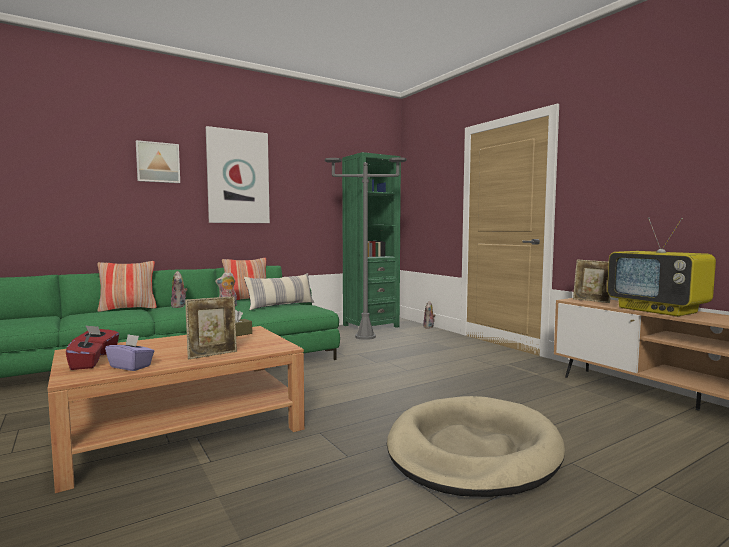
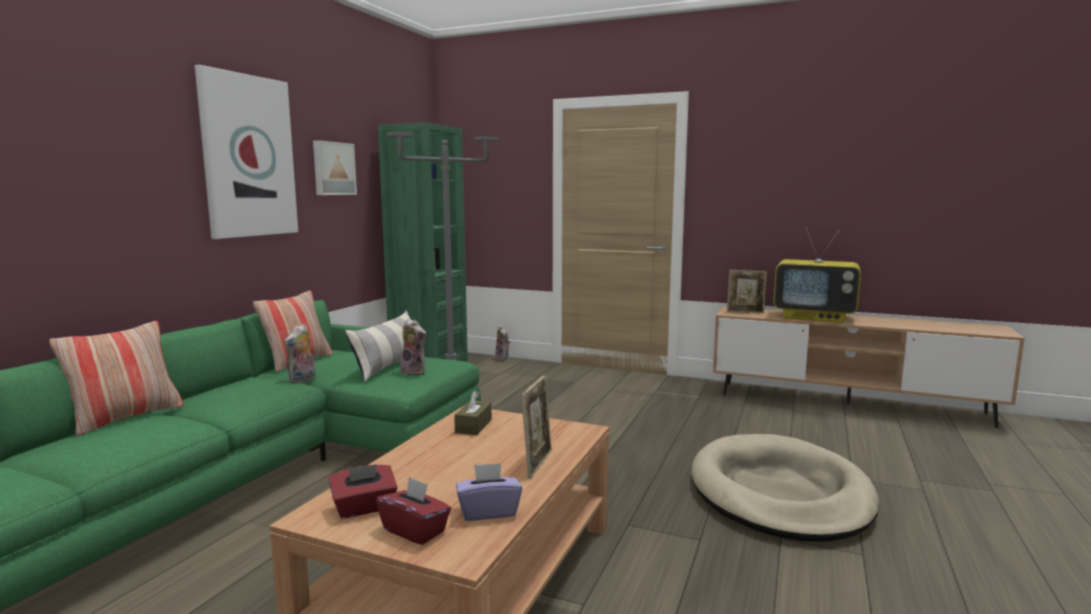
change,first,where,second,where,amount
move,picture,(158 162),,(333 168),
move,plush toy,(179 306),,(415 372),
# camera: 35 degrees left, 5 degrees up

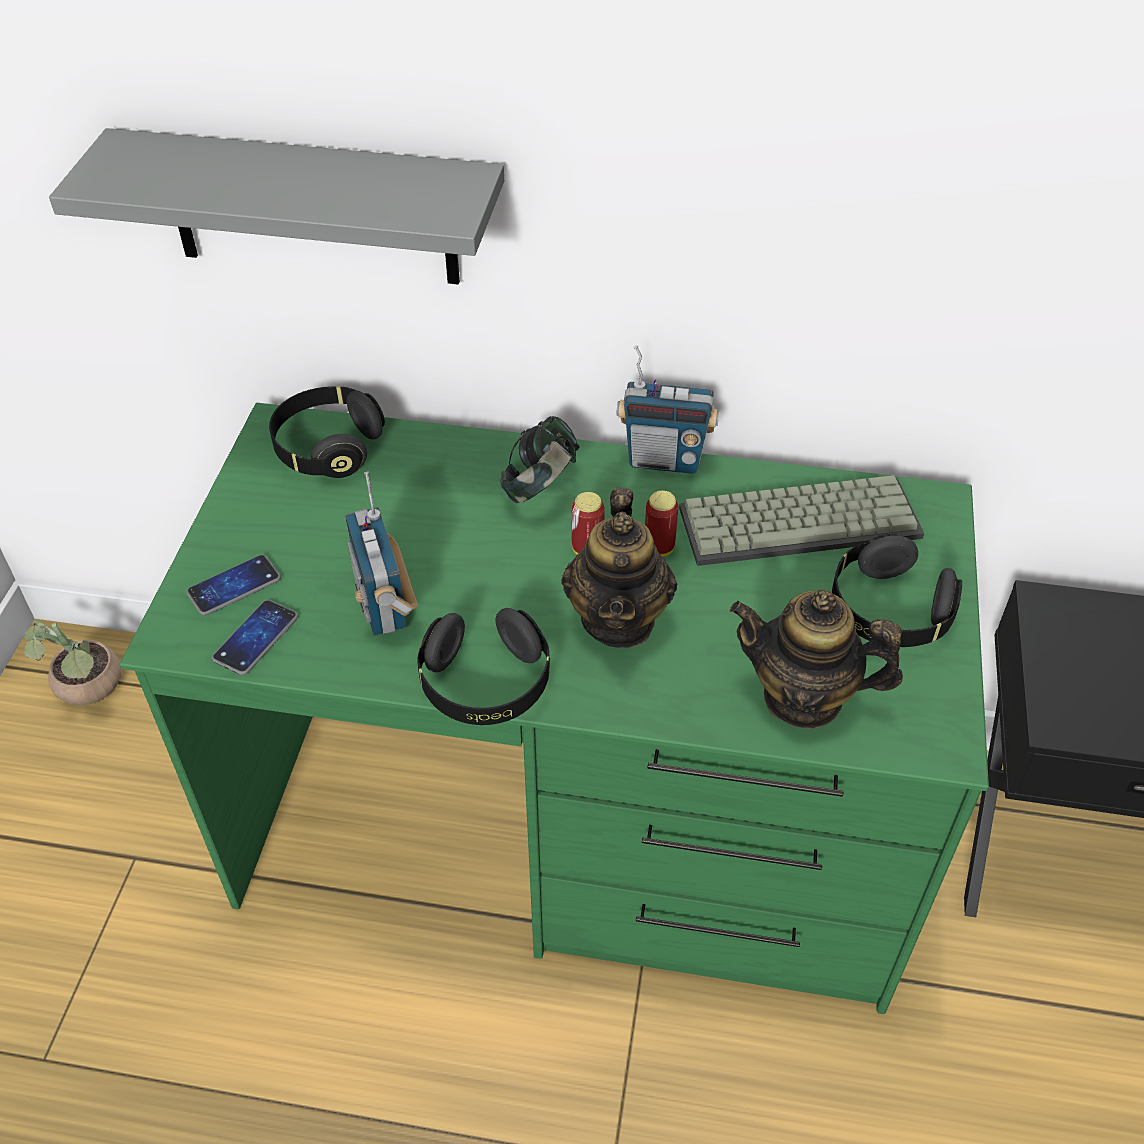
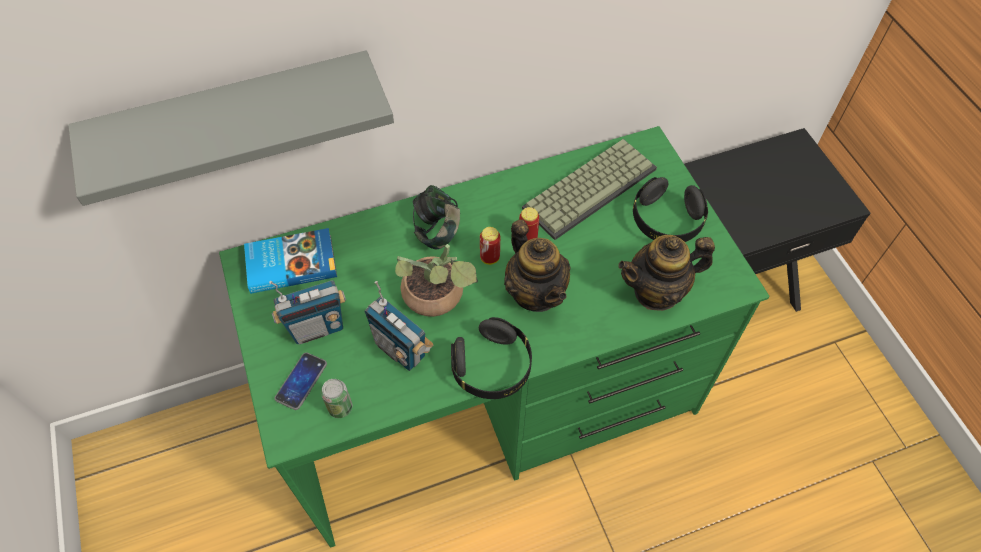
change,first,where,second,where,amount
replace,black-coloured headphones,(328 448),bound book,(291 263),
move,radio set,(664 460),,(317 328),
replace,phone,(256 638),sealed can,(340 407),
move,potted plant,(88 689),,(437 299),
# camera: 30 degrees left, 10 degrees up

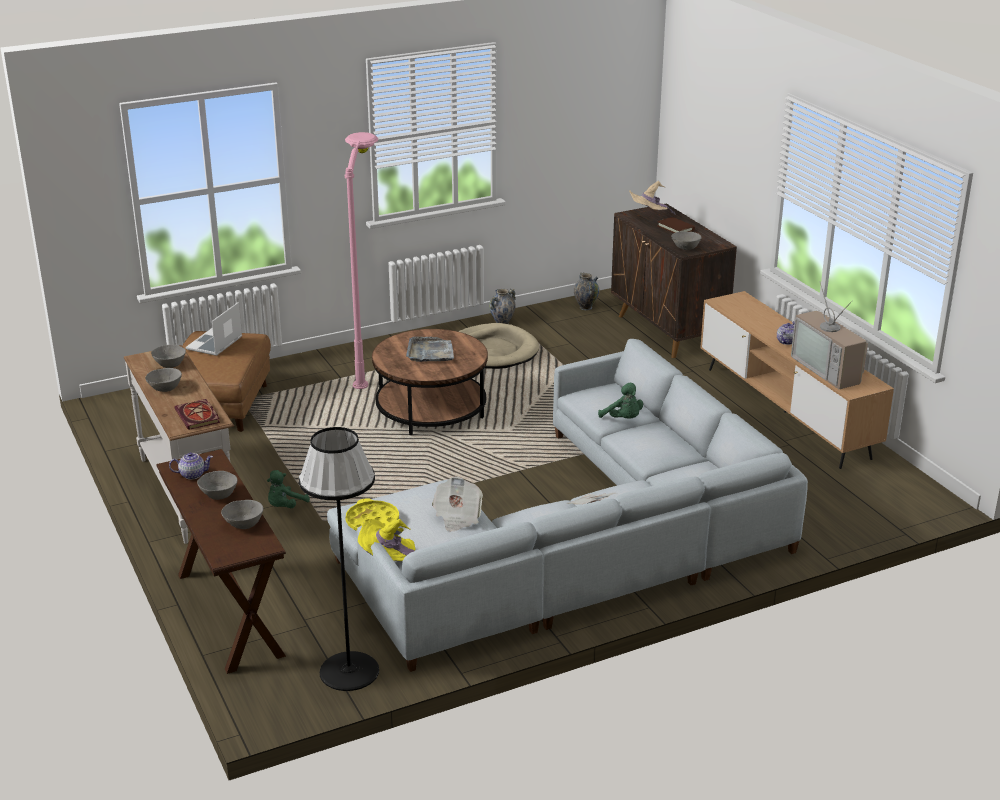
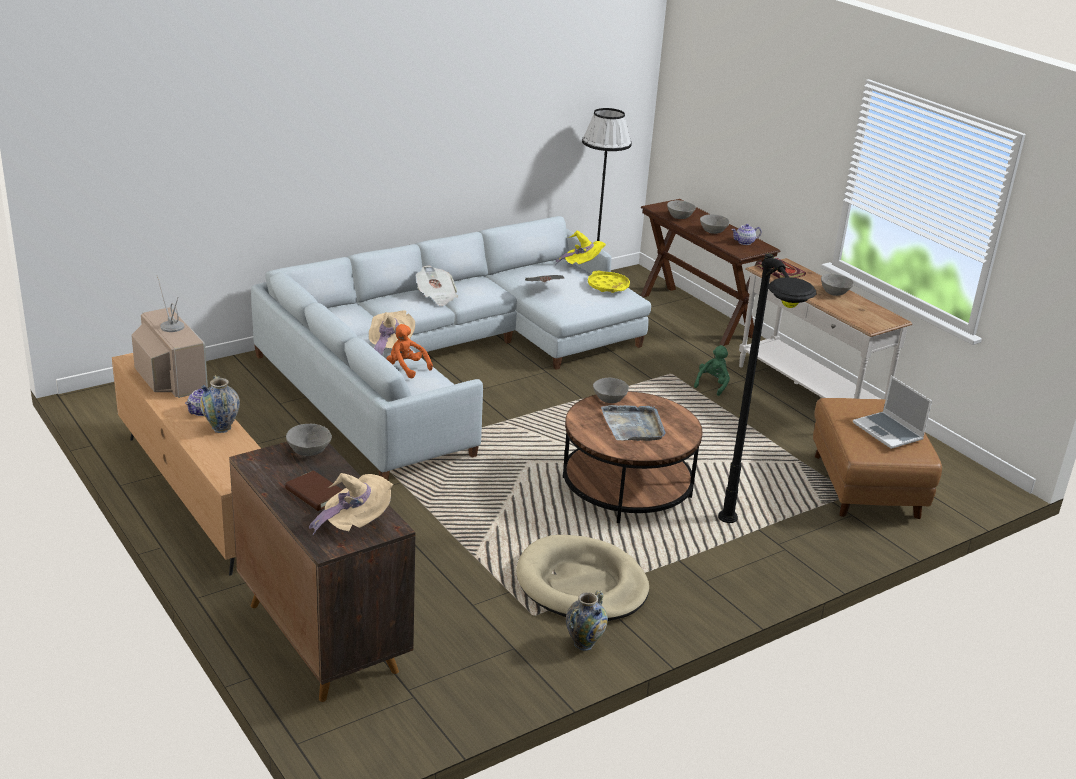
change,first,where,second,where,amount
move,flower vase,(585 307),,(221 428),
insert,,,beige-coloured clothing hat,(389 347),
recolor,green-coloured plush toy,(623 419),orange-coloured plush toy,(406 368),
move,greyish deep dish,(170 364),,(609 399),
recolor,pink standing lamp,(369 363),black-coloured standing lamp,(739 555),
rotate,notebook computer,(215 344),,(889 432),135 degrees clockwise
# camera: 170 degrees right, 0 degrees up

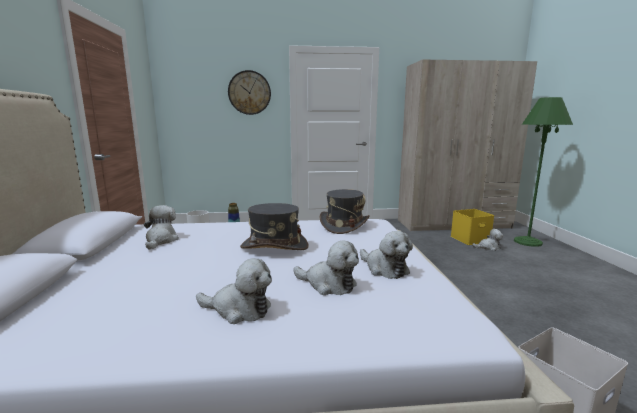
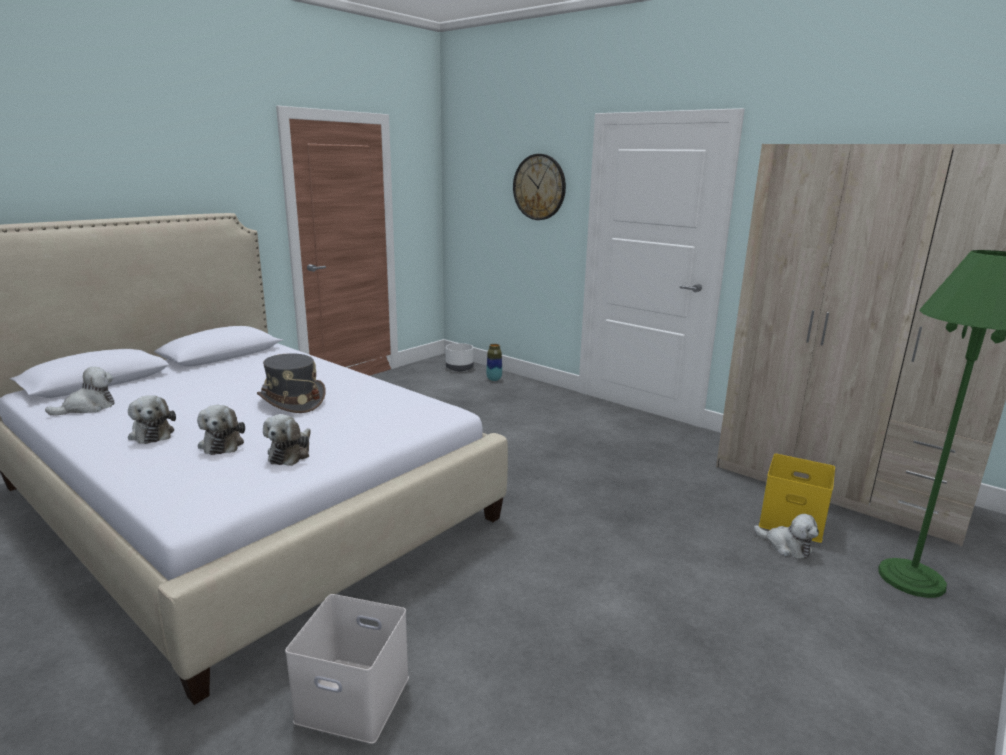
change,first,where,second,where,amount
move,plush toy,(161 240),,(88 408),
delete,greyish clothing hat,(344 225),,,
# camera: 45 degrees right, 5 degrees up

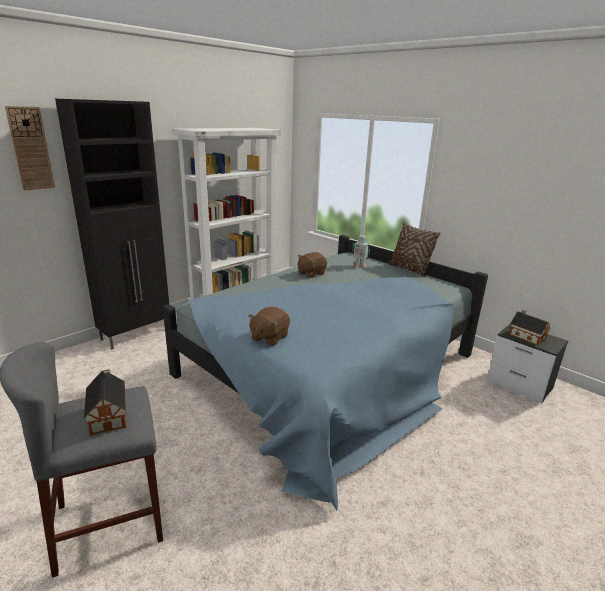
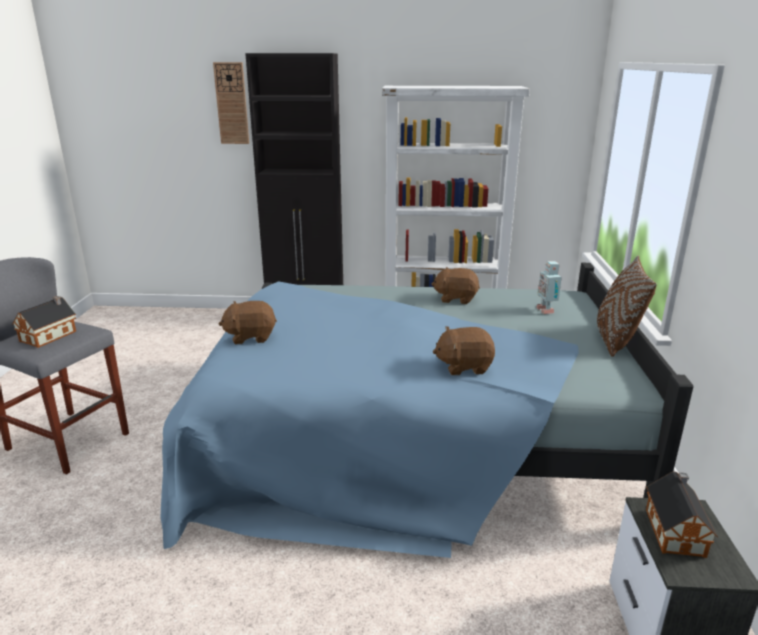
change,first,where,second,where,amount
insert,,,brown-coloured plush toy,(464 366),
# camera: 50 degrees right, 0 degrees up

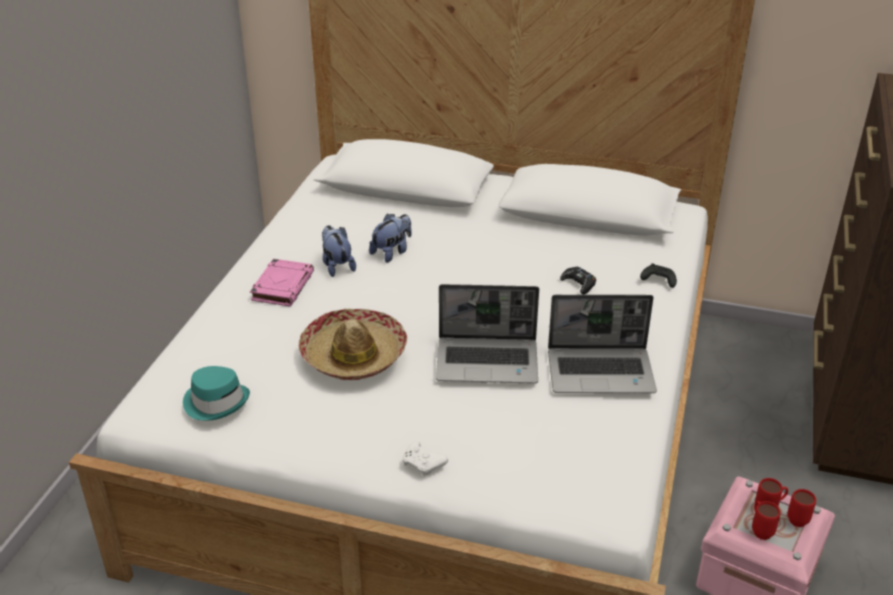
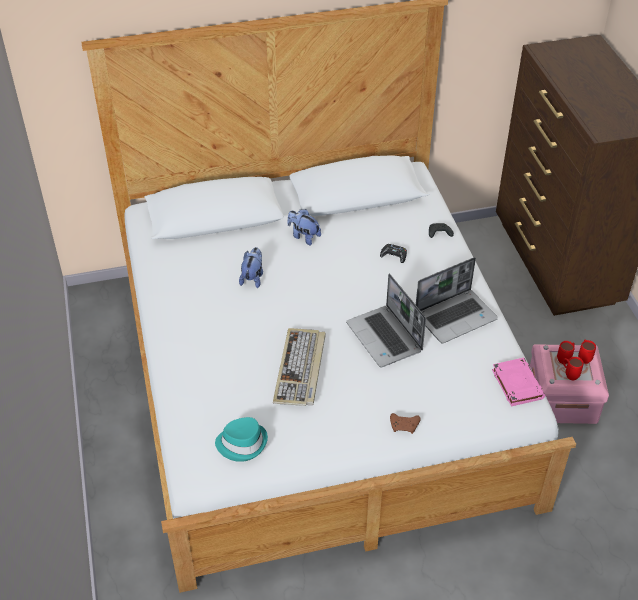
change,first,where,second,where,amount
replace,clothing hat,(354 355),keyboard,(300 369),
move,plush toy,(337 266),,(303 236),
rotate,notebook computer,(488 361),,(385 338),90 degrees clockwise
recolor,white joypad,(424 464),brown-coloured joypad,(404 426),
move,pink bound book,(282 286),,(516 384),
# camera: 30 degrees left, 10 degrees up

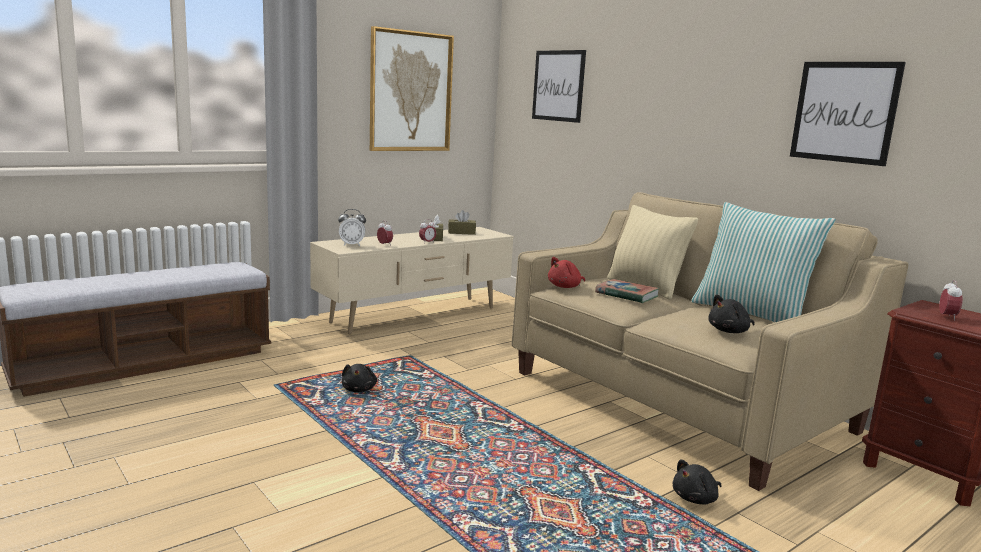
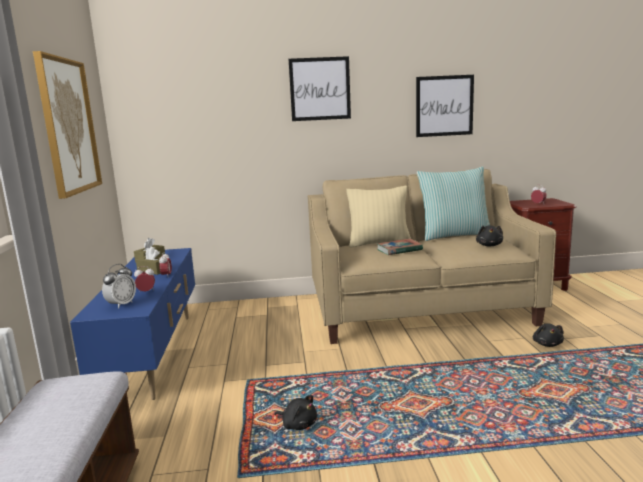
change,first,where,second,where,amount
recolor,beige-coloured media console,(416 315),blue media console,(155 354),
move,picture,(558 86),,(320 89),
delete,reddish plush toy,(565 287),,,
# camera: 55 degrees left, 0 degrees up

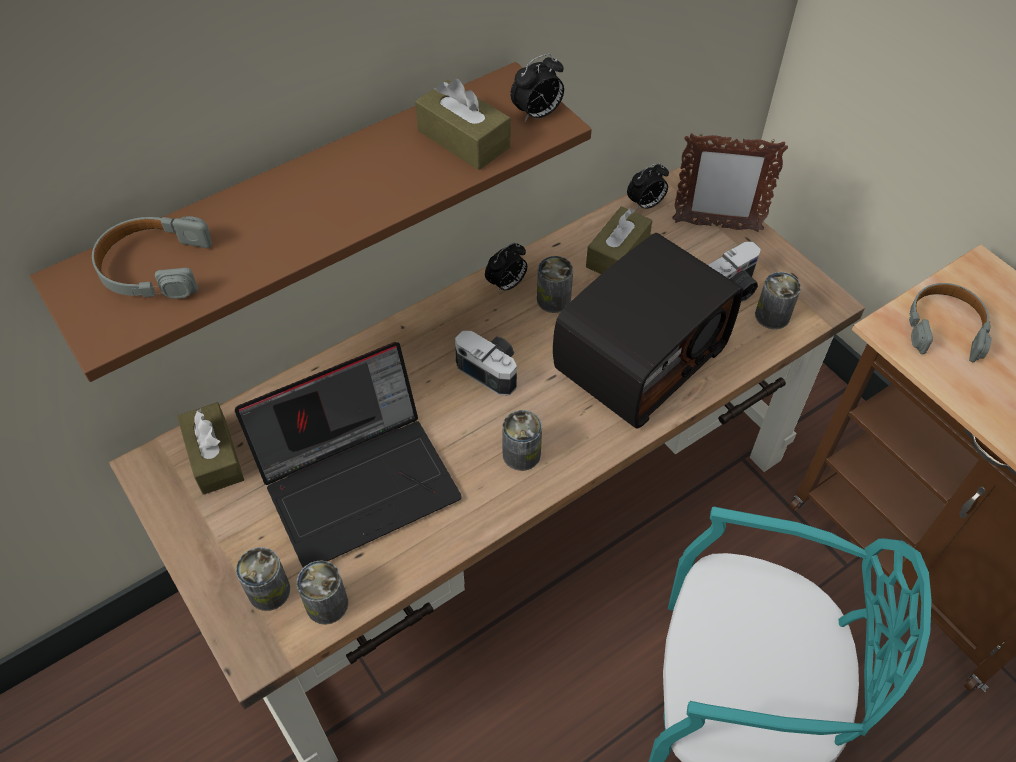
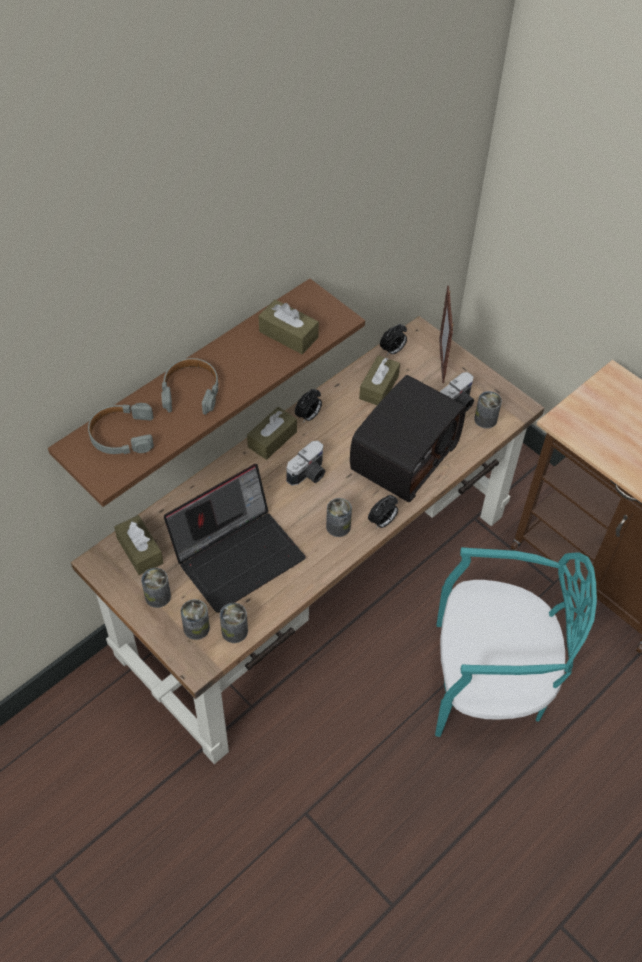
change,first,where,second,where,amount
move,sealed can,(553 299),,(158 596),
move,greyish headphones,(944 328),,(191 391),
insert,,,brown-coloured tissue box,(272 439),
rotate,still camera,(491 369),,(309 474),105 degrees clockwise
move,alarm clock,(537 114),,(382 522),
rotate,standing frame,(716 226),,(441 361),90 degrees clockwise
# camera: 10 degrees left, 0 degrees up

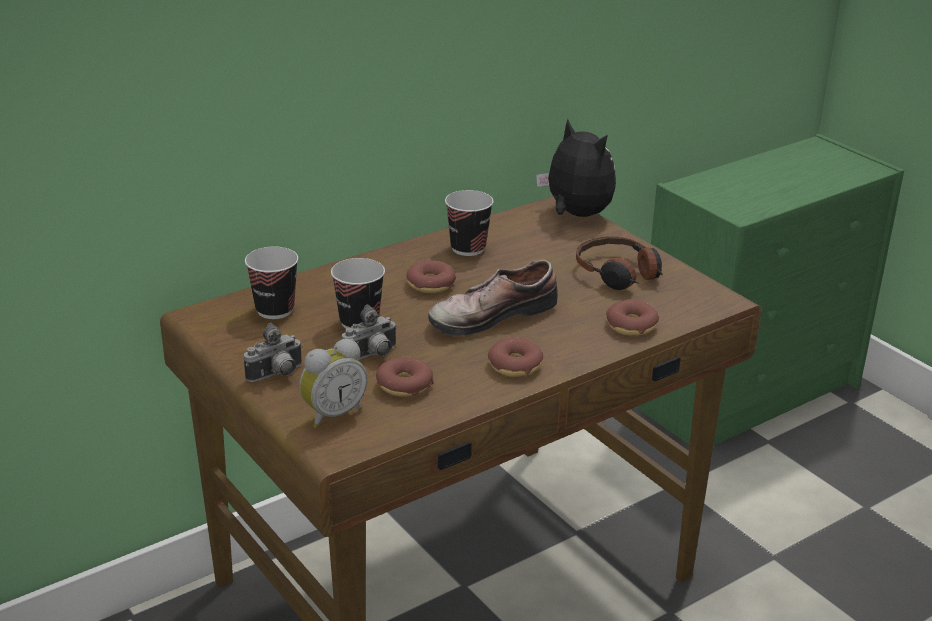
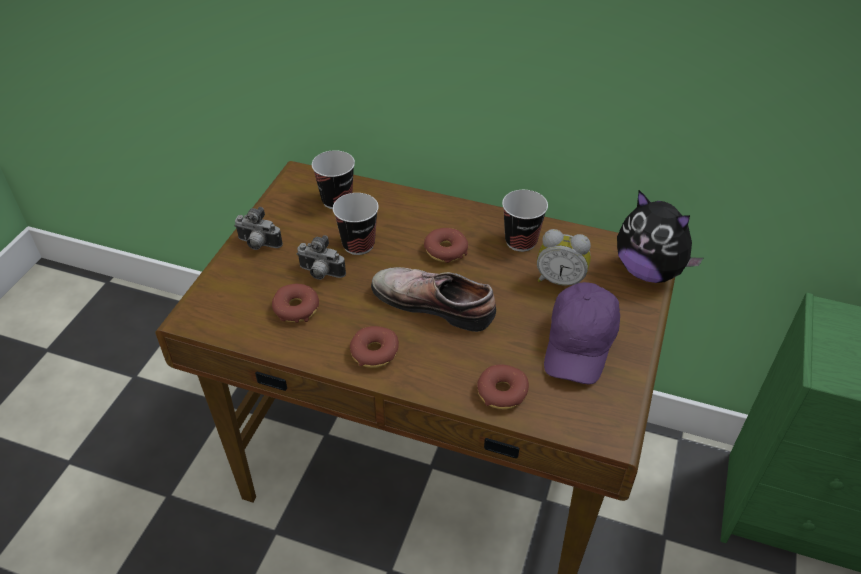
change,first,where,second,where,amount
move,alarm clock,(332 414),,(560 280),
replace,headphones,(618 273),purple peaked cap,(580 344),
rotate,plush toy,(576 214),,(649 271),120 degrees clockwise
# camera: 55 degrees right, 15 degrees up

